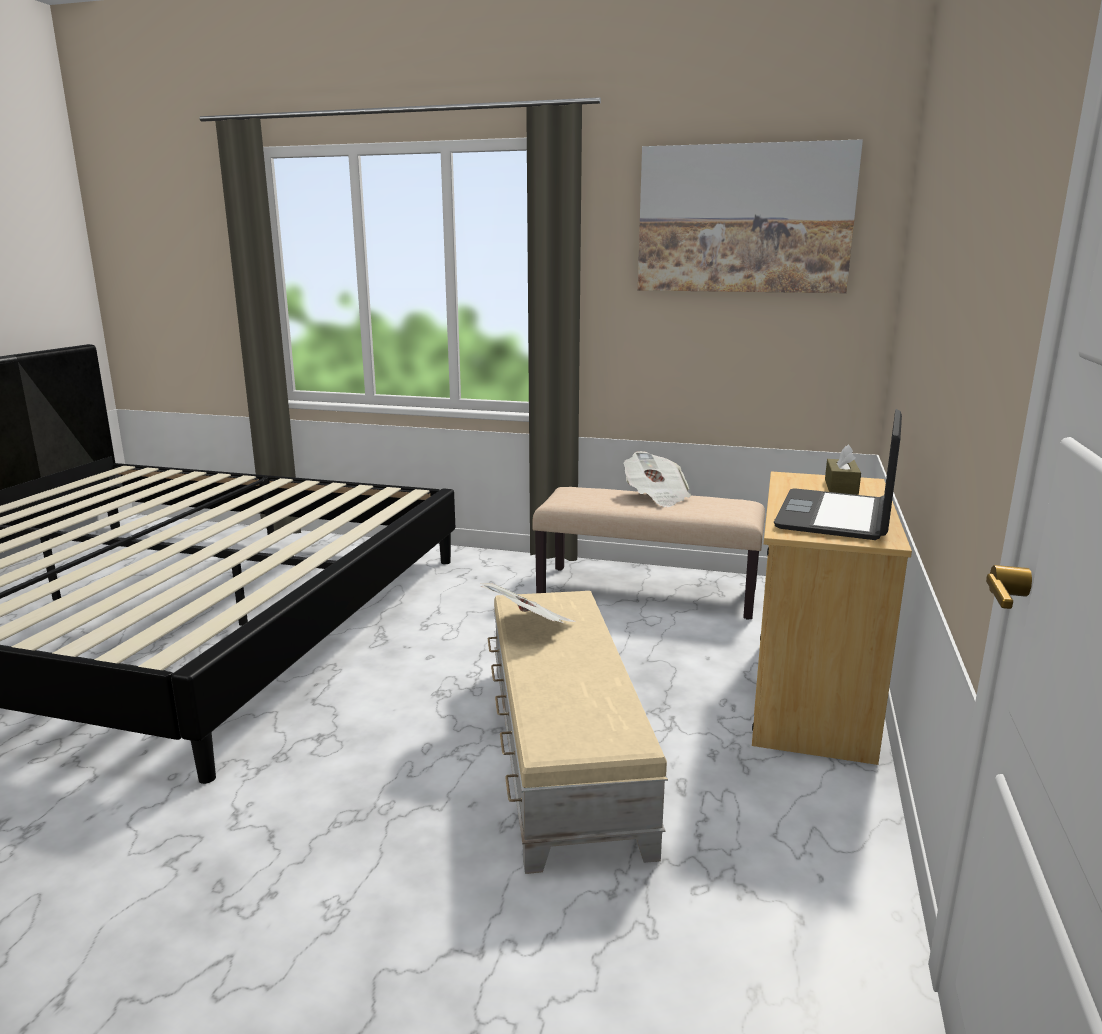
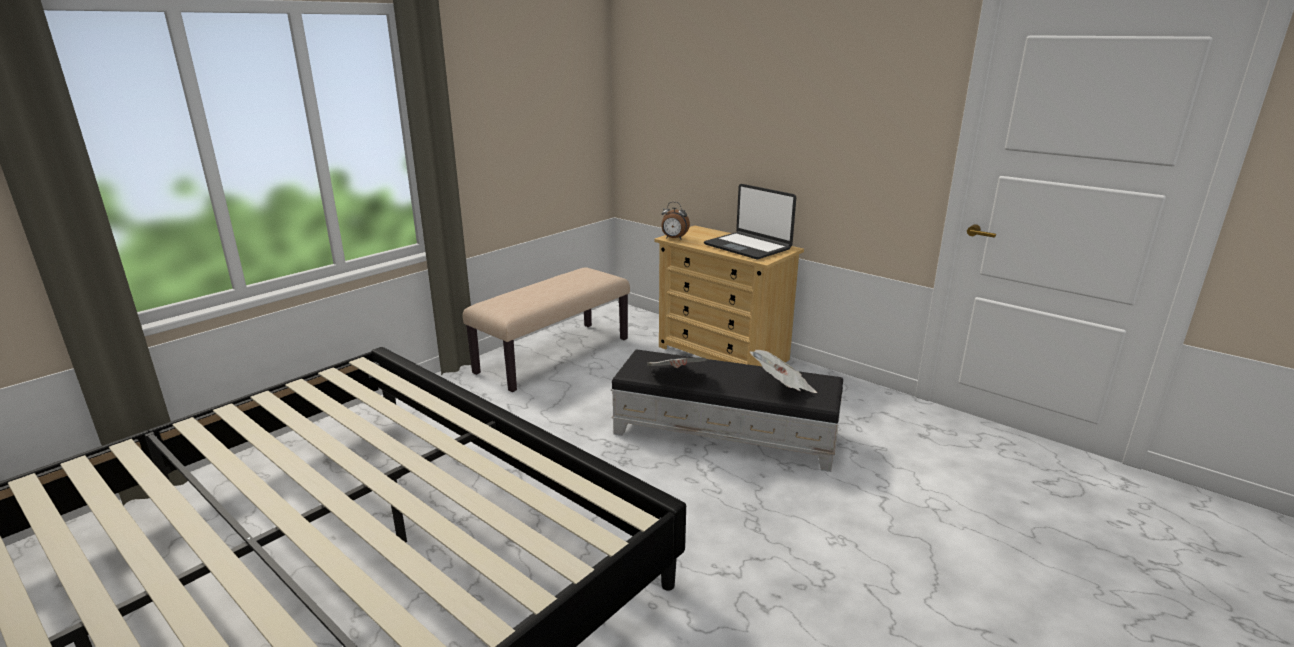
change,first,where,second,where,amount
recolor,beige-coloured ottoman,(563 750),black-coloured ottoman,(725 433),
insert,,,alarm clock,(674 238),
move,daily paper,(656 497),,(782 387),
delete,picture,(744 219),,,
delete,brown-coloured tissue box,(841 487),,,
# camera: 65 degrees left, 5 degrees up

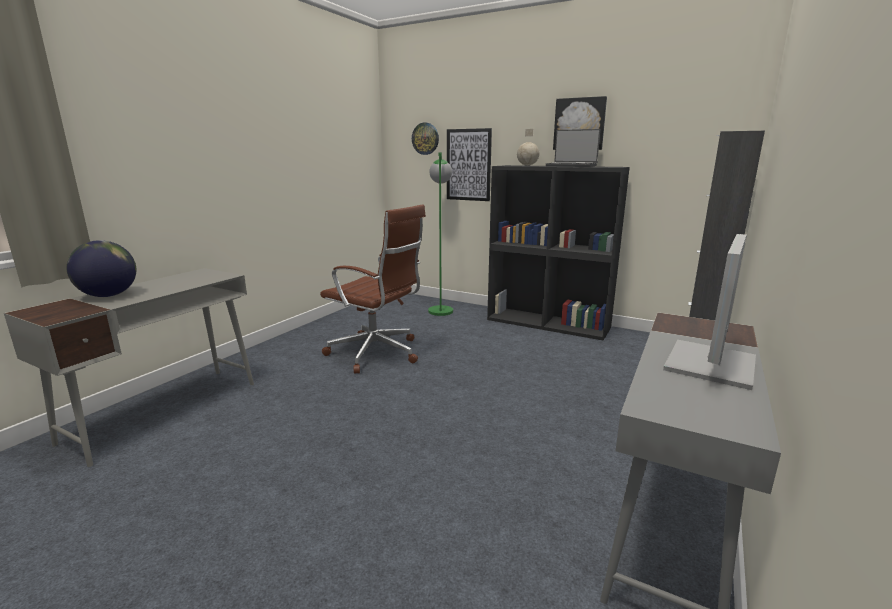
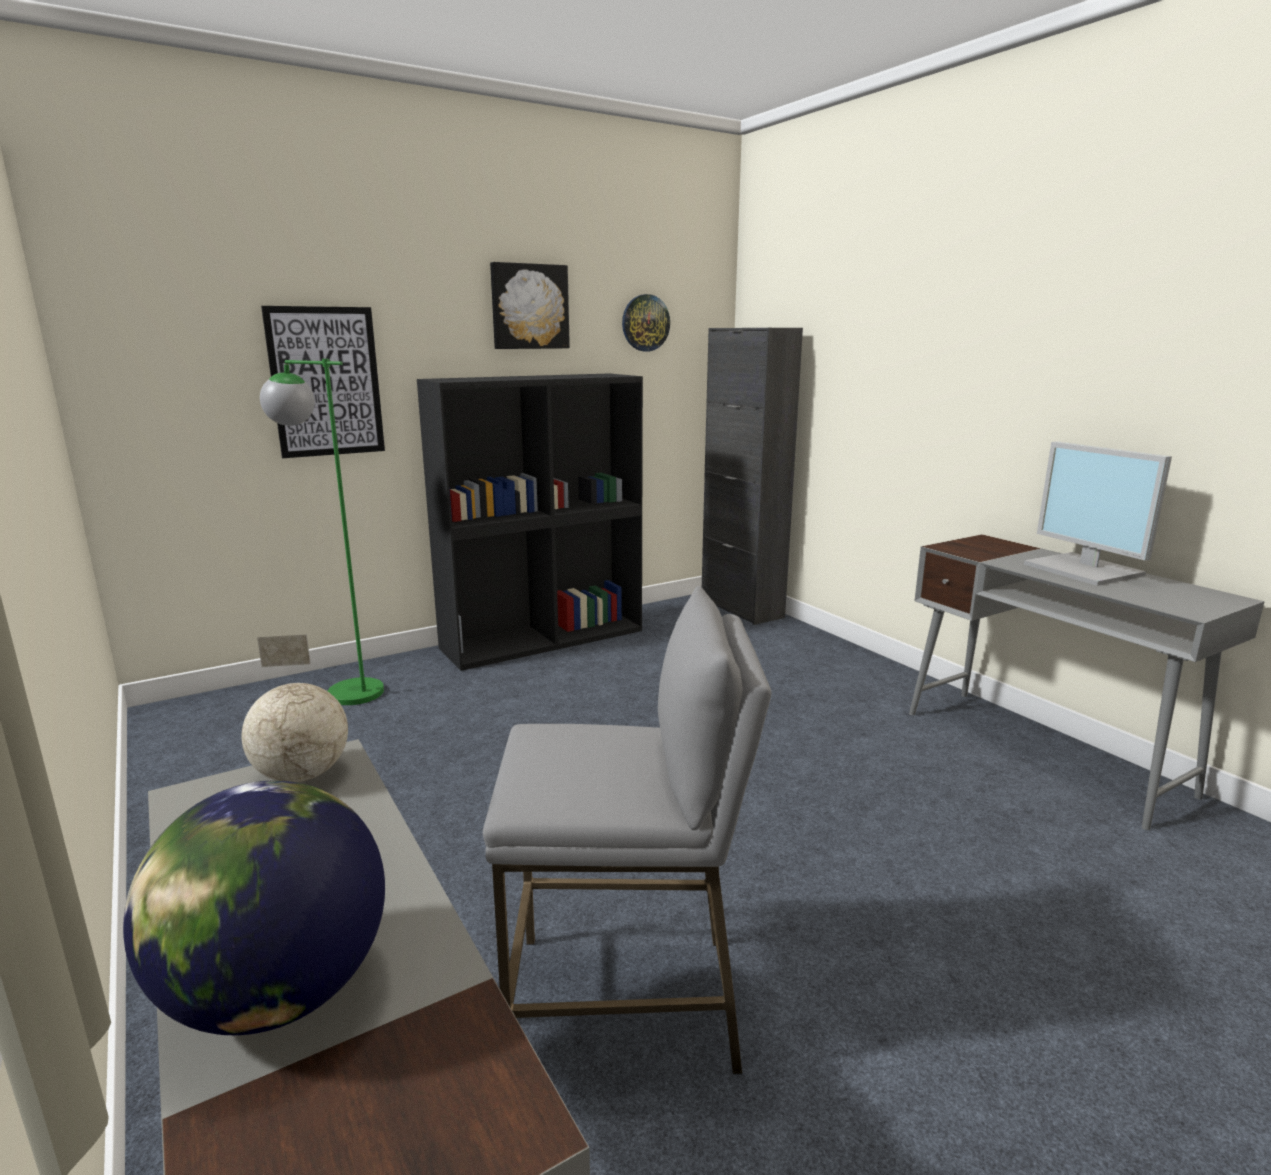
change,first,where,second,where,amount
move,globe,(527 165),,(301 775),
insert,,,greyish stool,(625 1002),
move,hanging clock,(425 138),,(645 323),
delete,brown-coloured office chair,(377 353),,,
delete,notebook computer,(571 166),,,
# camera: 60 degrees left, 0 degrees up

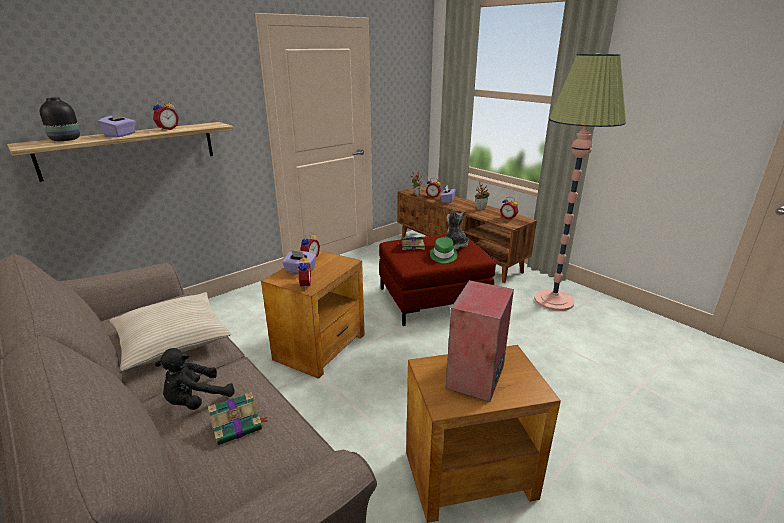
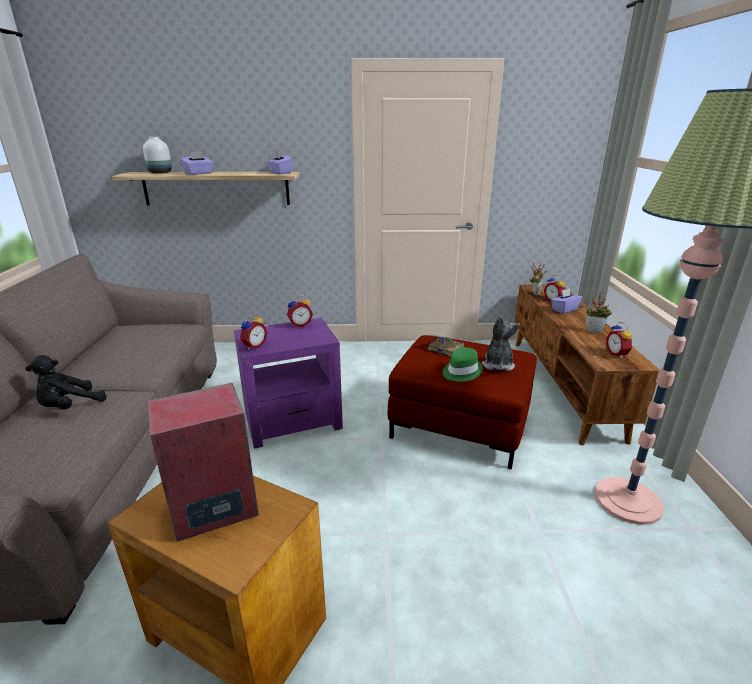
change,first,where,second,where,amount
rotate,black-coloured plush toy,(196 400),,(70 406),45 degrees counterclockwise
recolor,black-coloured flower vase,(66 140),white flower vase,(160 173),
recolor,brown-coloured accent table,(321 346),purple accent table,(293 421),
move,purple tissue box,(300 270),,(280 173),
delete,beige-coloured pillow,(172 339),,,
delete,alarm clock,(167 129),,,
delete,bound book,(238 425),,,
# camera: 40 degrees right, 0 degrees up

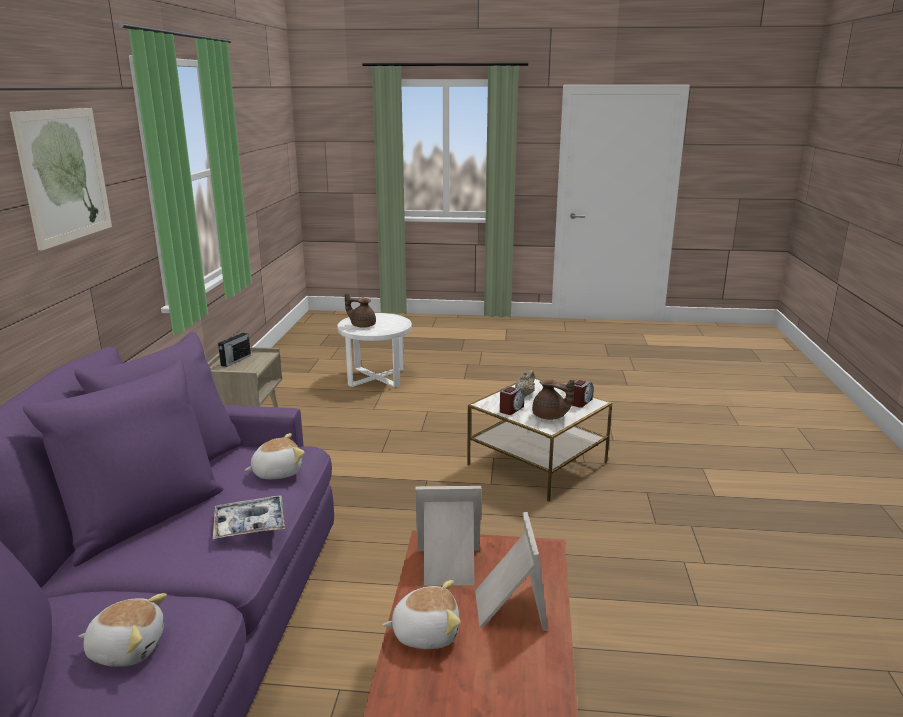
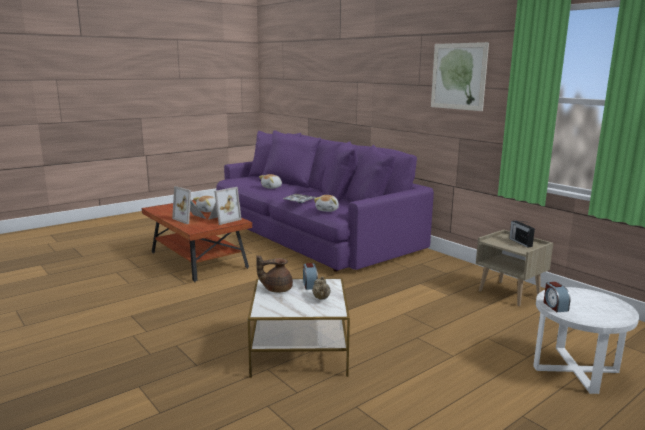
change,first,where,second,where,amount
move,alarm clock,(580 402),,(555 306),
delete,brown-coloured pot for tea,(362 325),,,
# camera: 135 degrees right, 5 degrees down

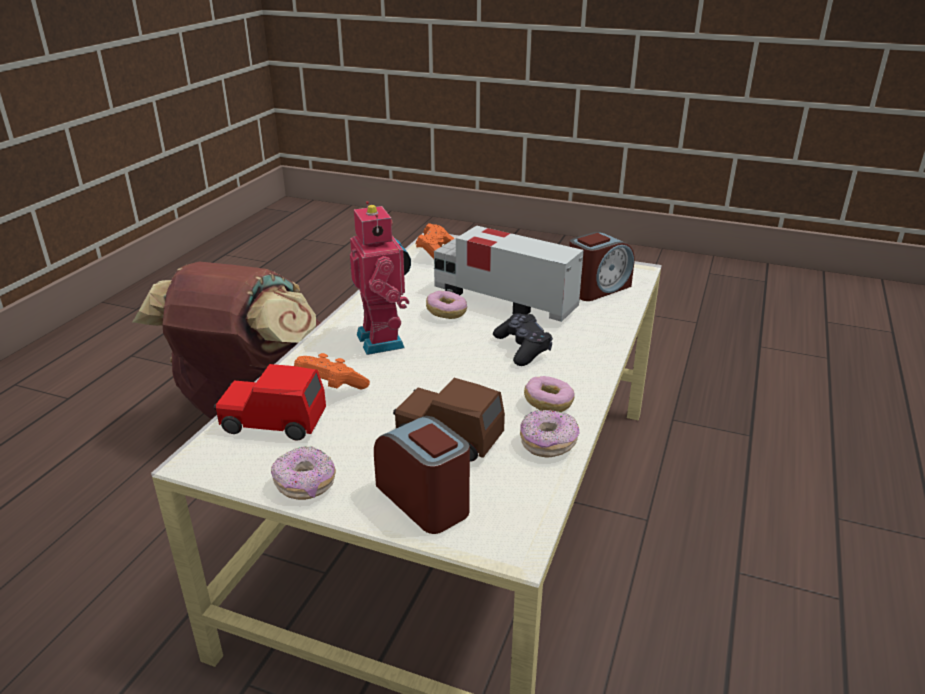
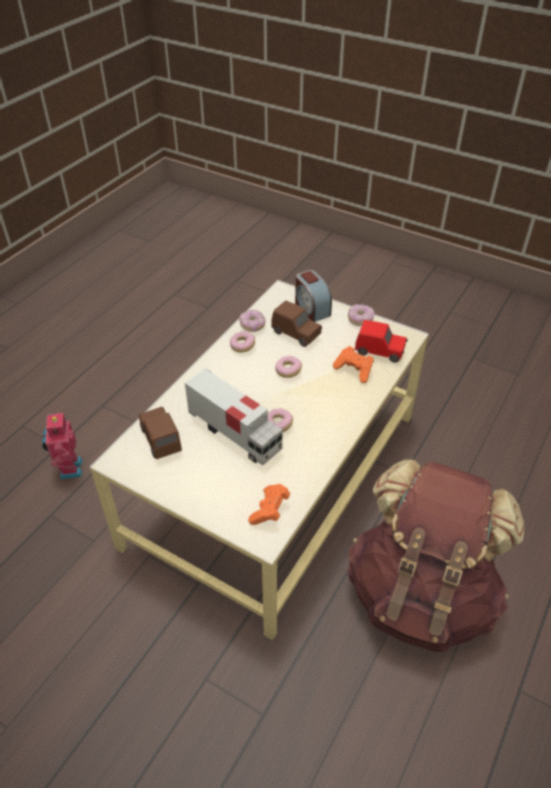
change,first,where,second,where,amount
move,robot figure,(384 340),,(69 469),
replace,alarm clock,(597 288),brown-coloured toy car,(161 439),
insert,,,doughnut,(288 371),
delete,black-coloured joypad,(522 348),,,
# camera: 170 degrees left, 15 degrees up

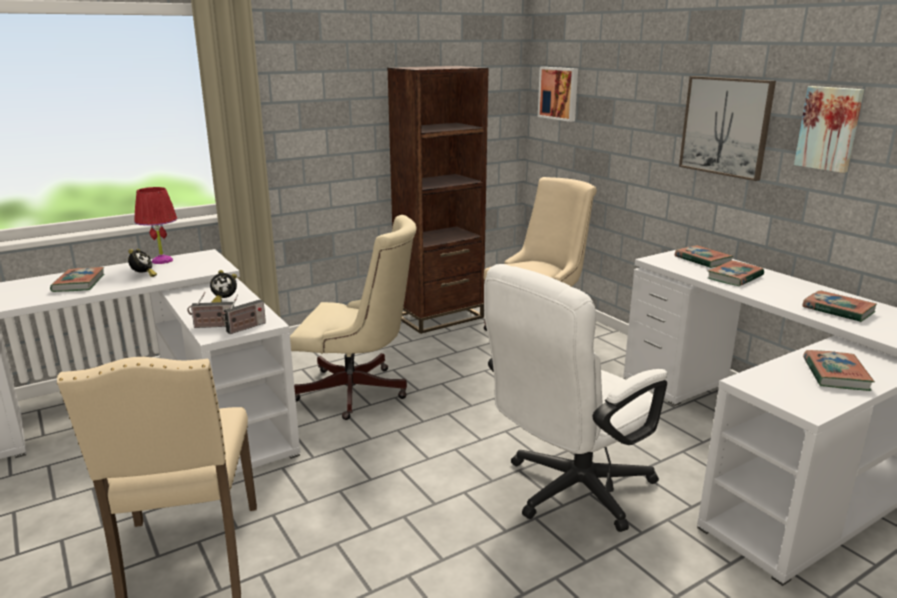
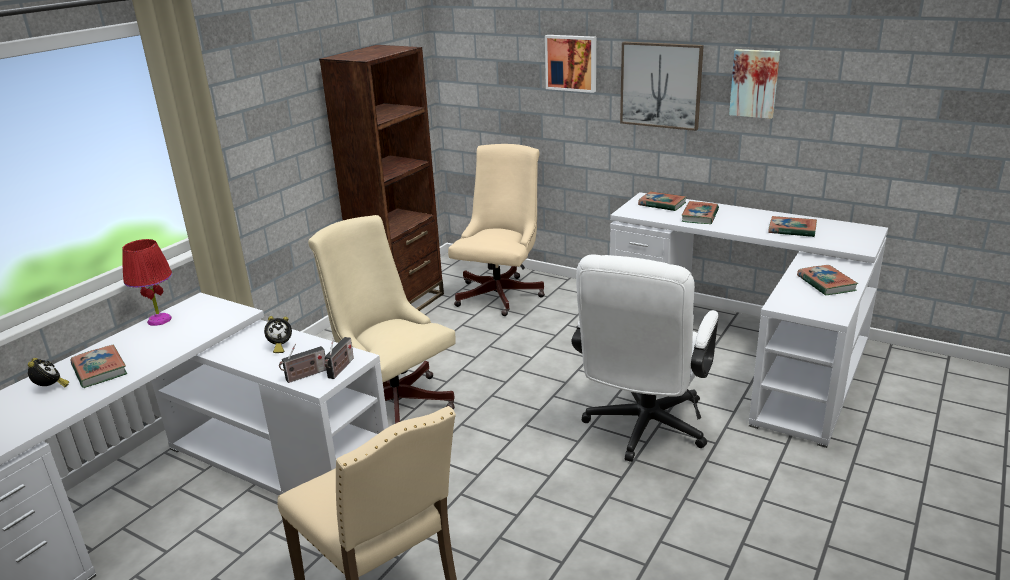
change,first,where,second,where,amount
move,alarm clock,(143 276),,(51 388),
rotate,beige-coloured office chair,(358 393),,(393 401),120 degrees counterclockwise
move,picture,(559 93),,(571 63),
# camera: 25 degrees left, 5 degrees up

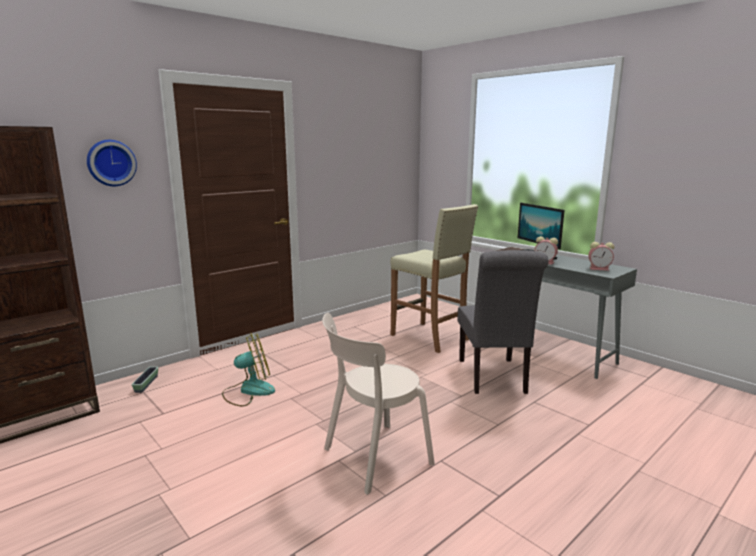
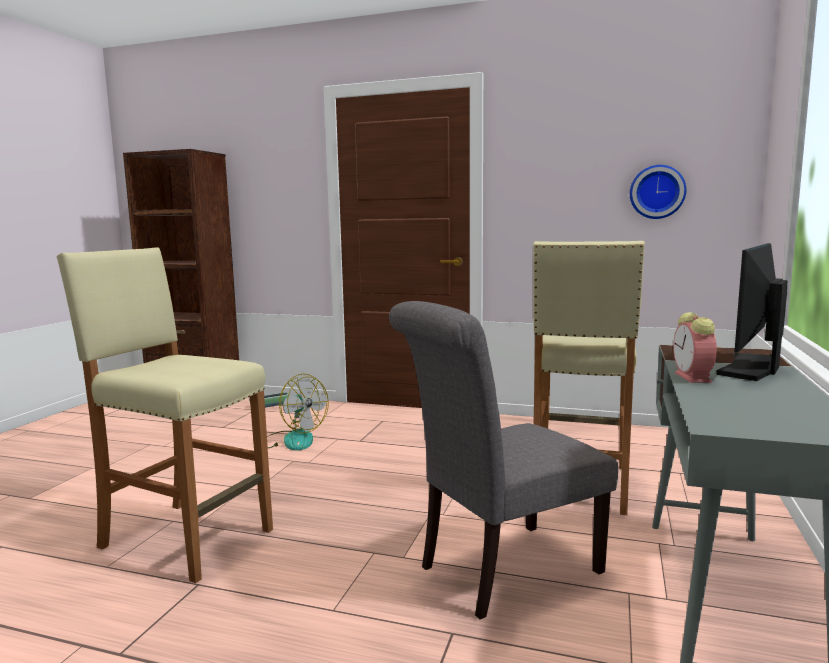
change,first,where,second,where,amount
replace,beige-coloured chair,(373 458),beige-coloured stool,(185 538),
move,hanging clock,(111 163),,(657 192),
delete,alarm clock,(600 269),,,
# camera: 60 degrees right, 5 degrees down

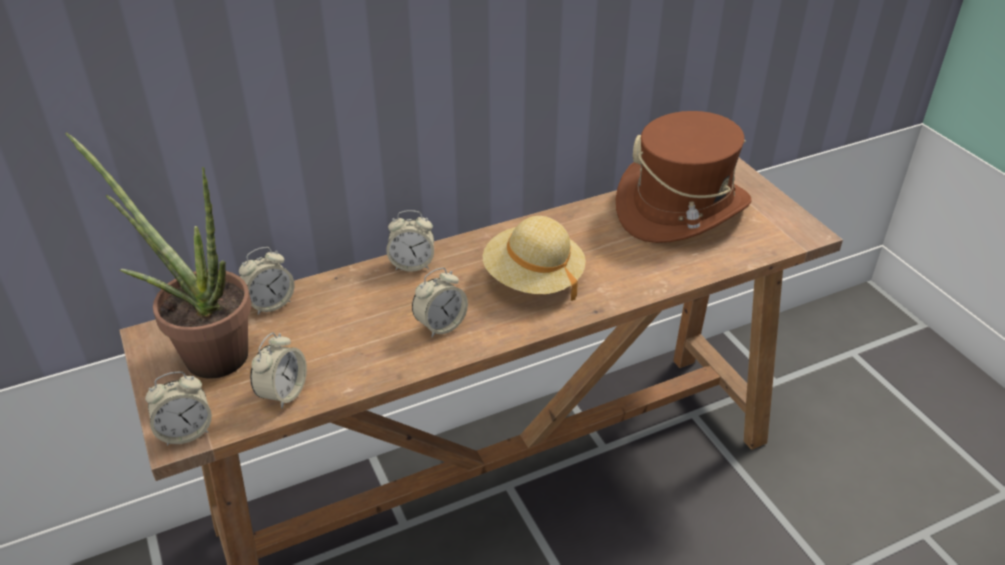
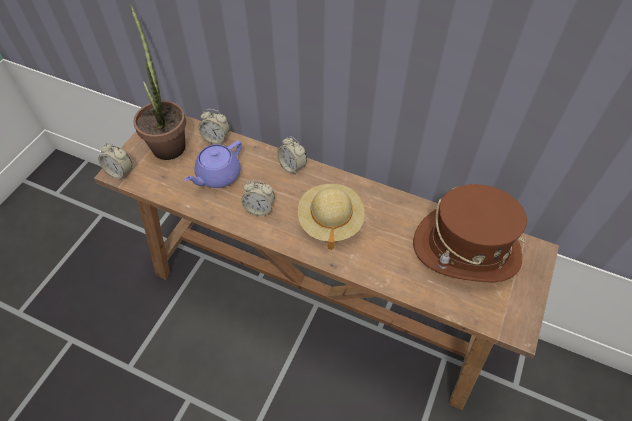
change,first,where,second,where,amount
insert,,,purple pot for tea,(217 176),
delete,alarm clock,(283 393),,,
# camera: 50 degrees right, 15 degrees up

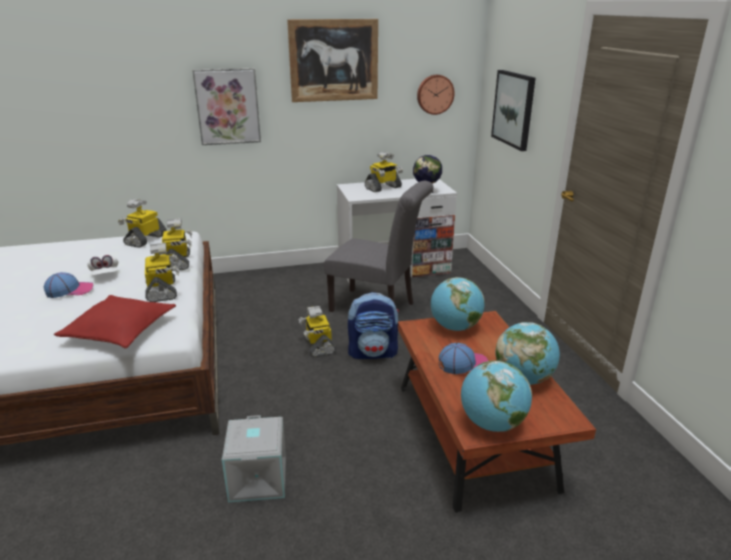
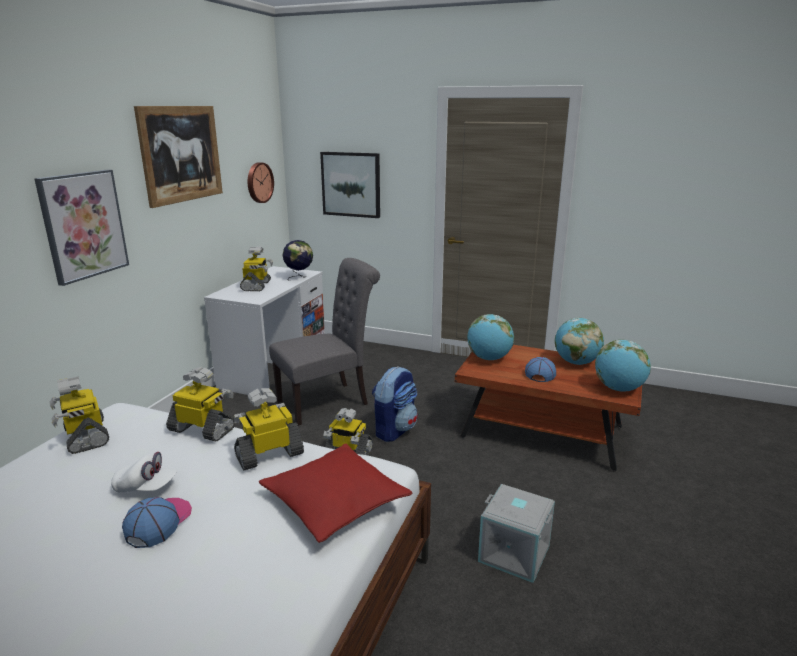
change,first,where,second,where,amount
rotate,robot figure,(163 291),,(269 454),45 degrees counterclockwise
# camera: 55 degrees left, 5 degrees down

